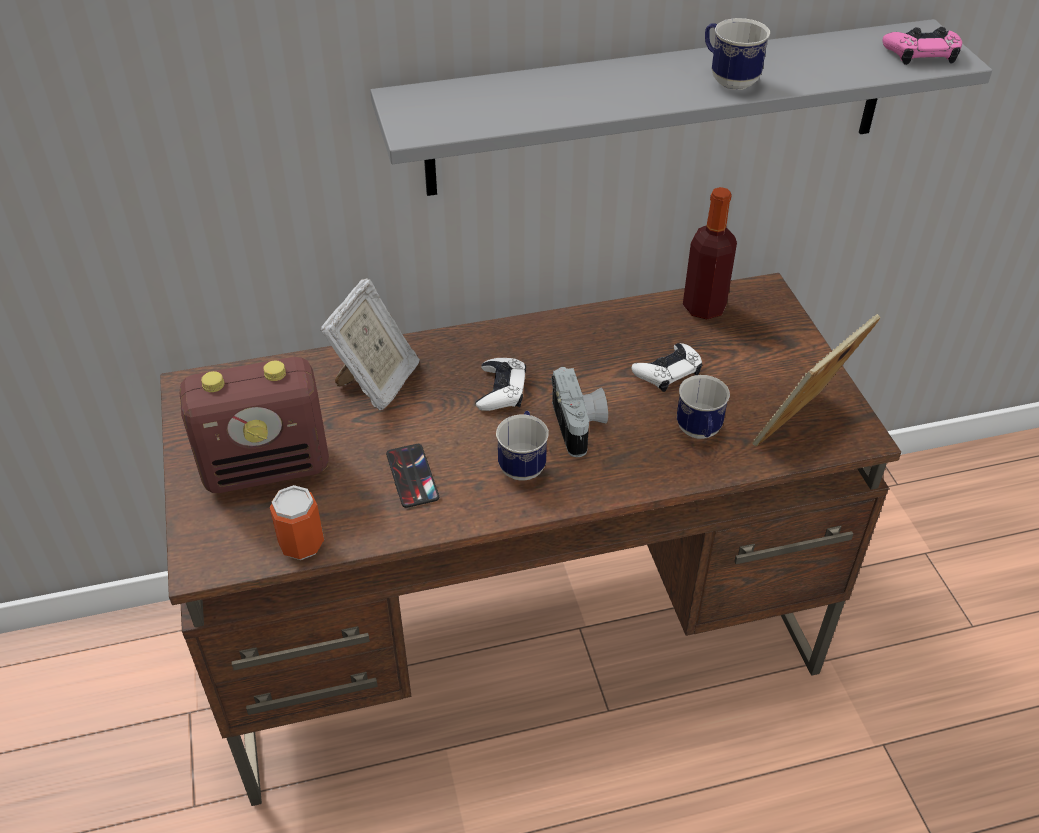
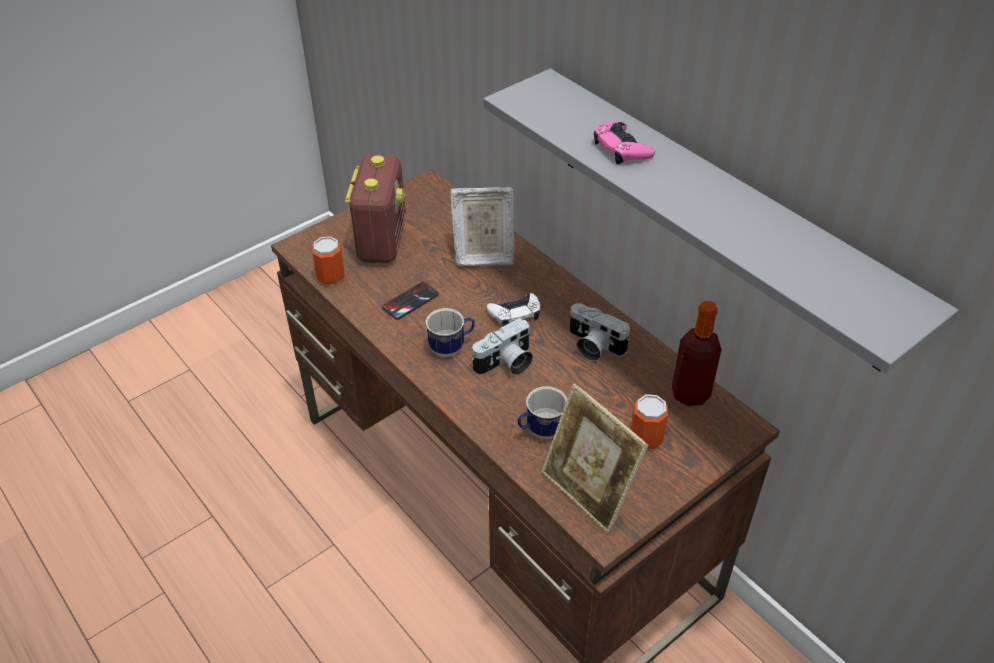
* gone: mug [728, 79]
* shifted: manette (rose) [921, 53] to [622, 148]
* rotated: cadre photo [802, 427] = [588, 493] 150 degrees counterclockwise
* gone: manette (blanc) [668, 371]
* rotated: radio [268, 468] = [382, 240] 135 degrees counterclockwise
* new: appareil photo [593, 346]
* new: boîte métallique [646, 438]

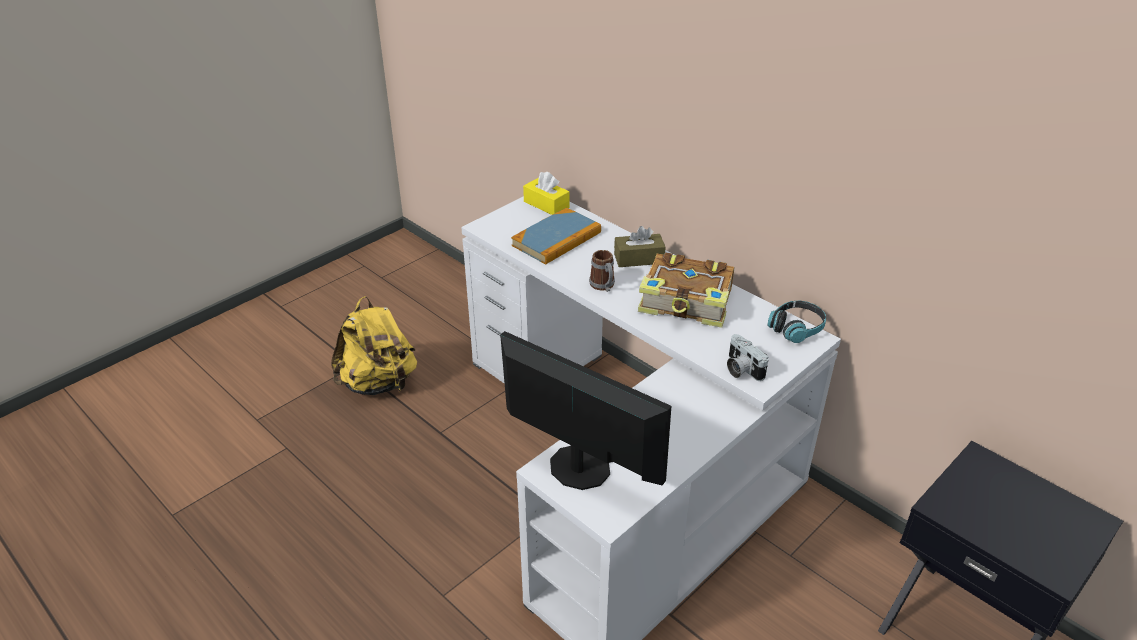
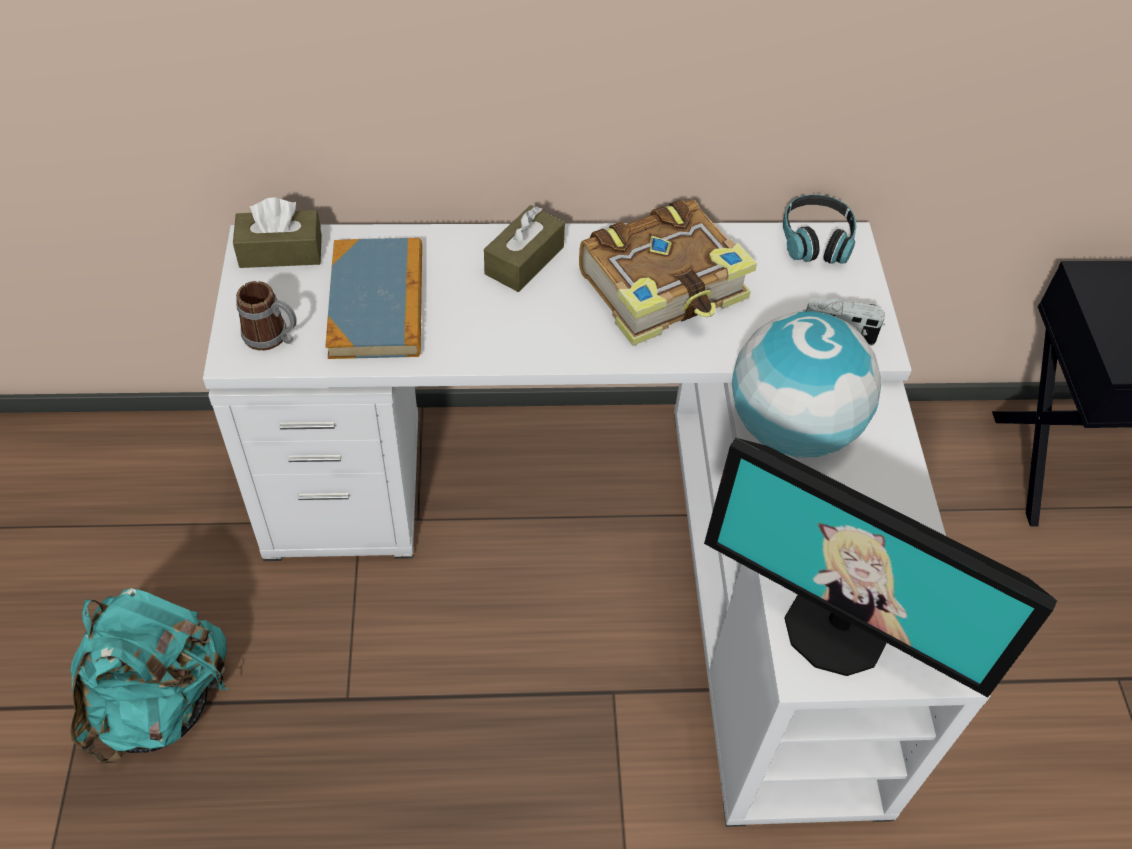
* repainted: boîte à mouchoirs (jaune) [546, 204] to boîte à mouchoirs (marron) [281, 251]
* shifted: mug [603, 286] to [273, 337]
* repainted: sac à dos (jaune) [379, 383] to sac à dos (turquoise) [161, 702]
* rotated: écran d'ordinateur [578, 468] = [836, 629] 135 degrees counterclockwise
* new: globe [792, 428]

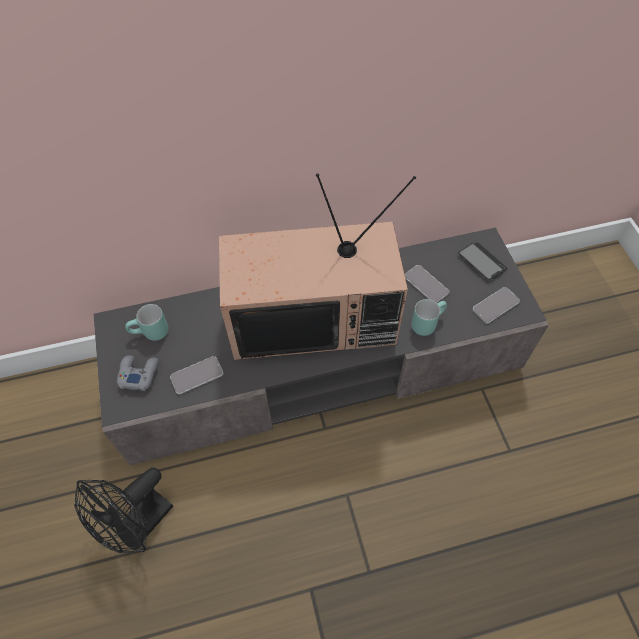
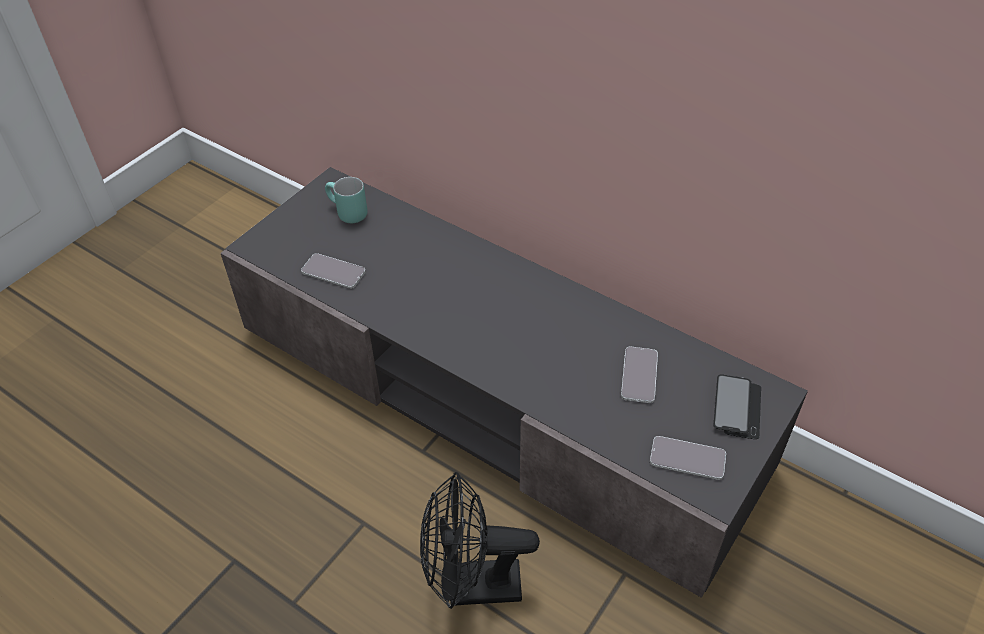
* gone: téléviseur [314, 316]
* gone: mug (turquoise) [426, 322]
* gone: manette (gris) [138, 374]
* shifted: ventilateur (noir) [139, 526] to [472, 587]

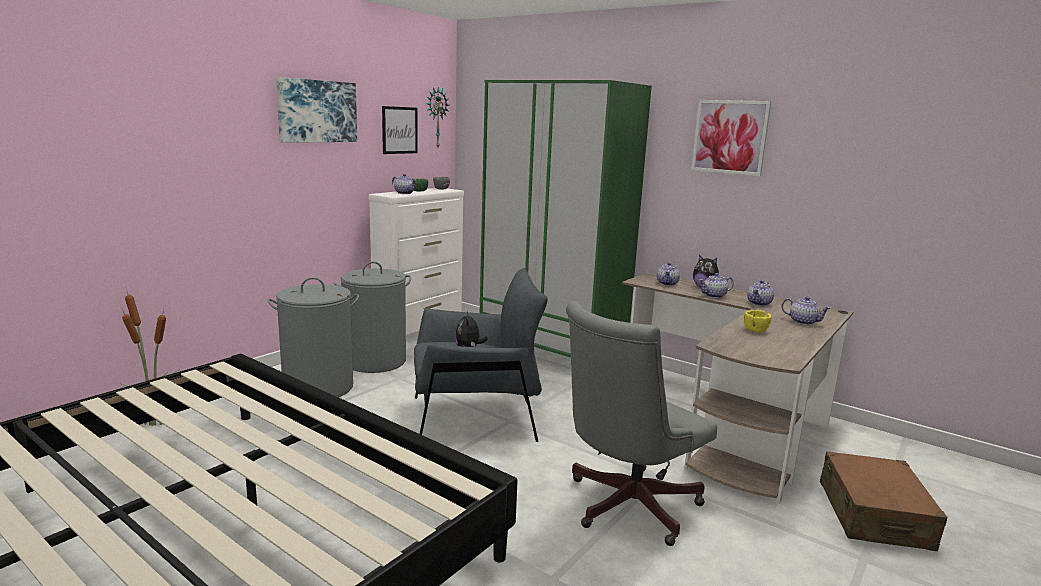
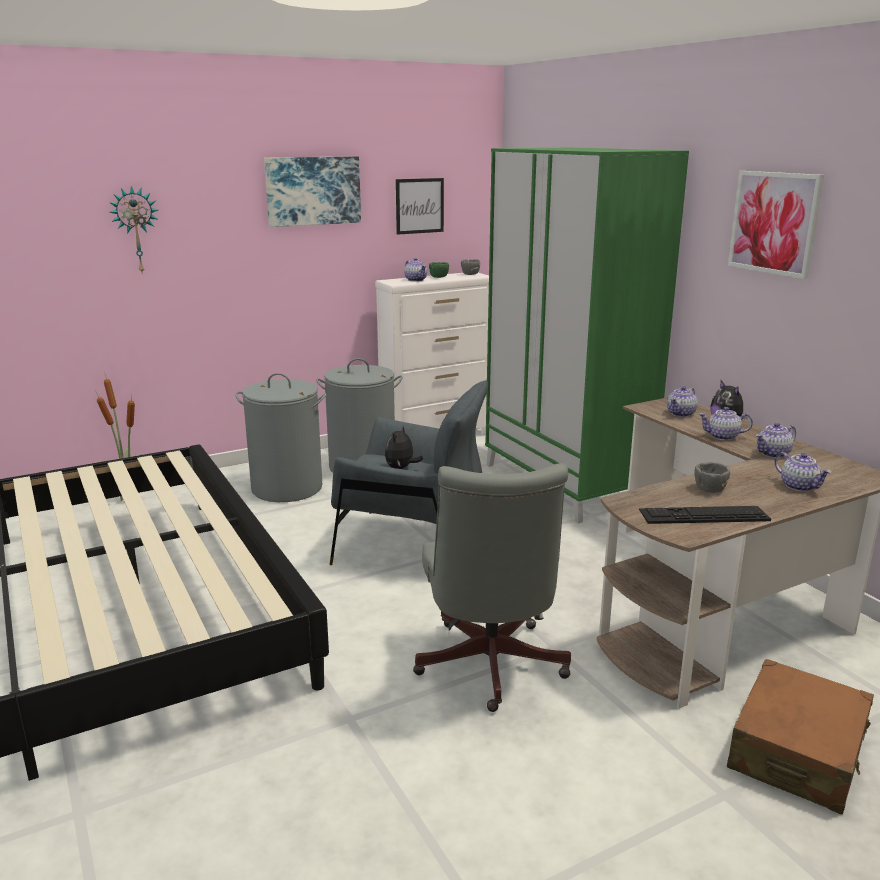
* shifted: horloge murale [436, 118] to [136, 230]
* rotated: chaise de bureau (gris) [625, 507] = [489, 669] 75 degrees counterclockwise
* repainted: bol (jaune) [755, 330] to bol (gris) [709, 489]
* new: clavier [703, 515]

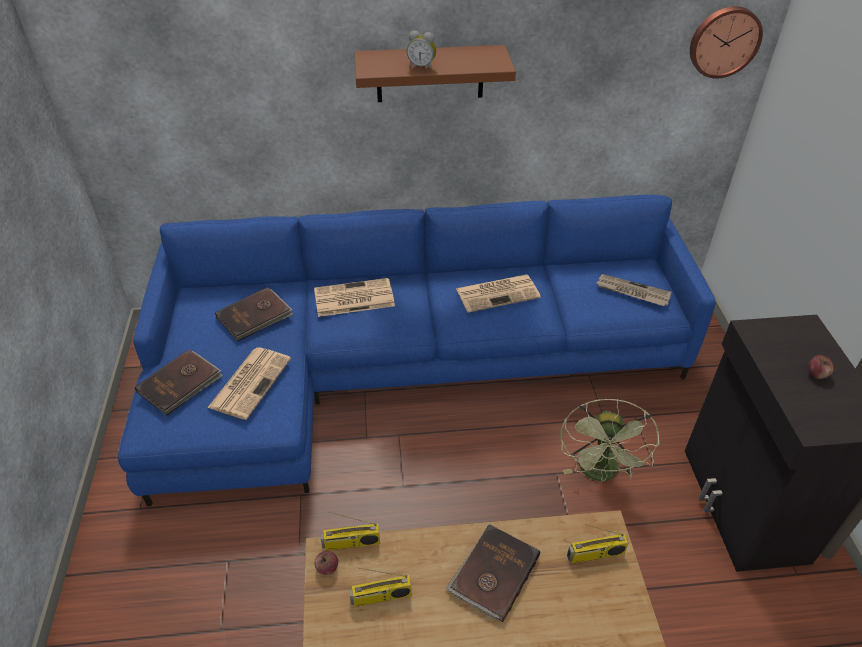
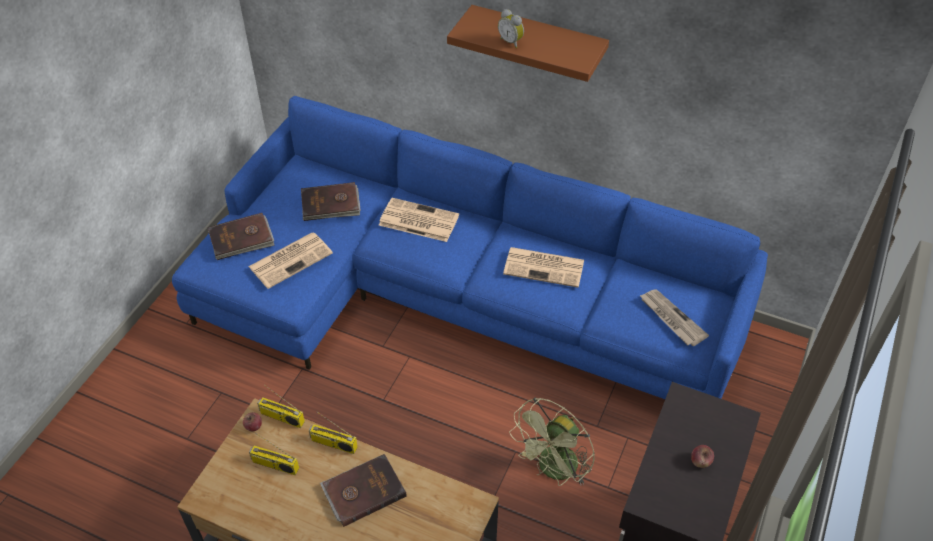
* gone: horloge murale [724, 41]
* shifted: radio [595, 555] to [333, 444]

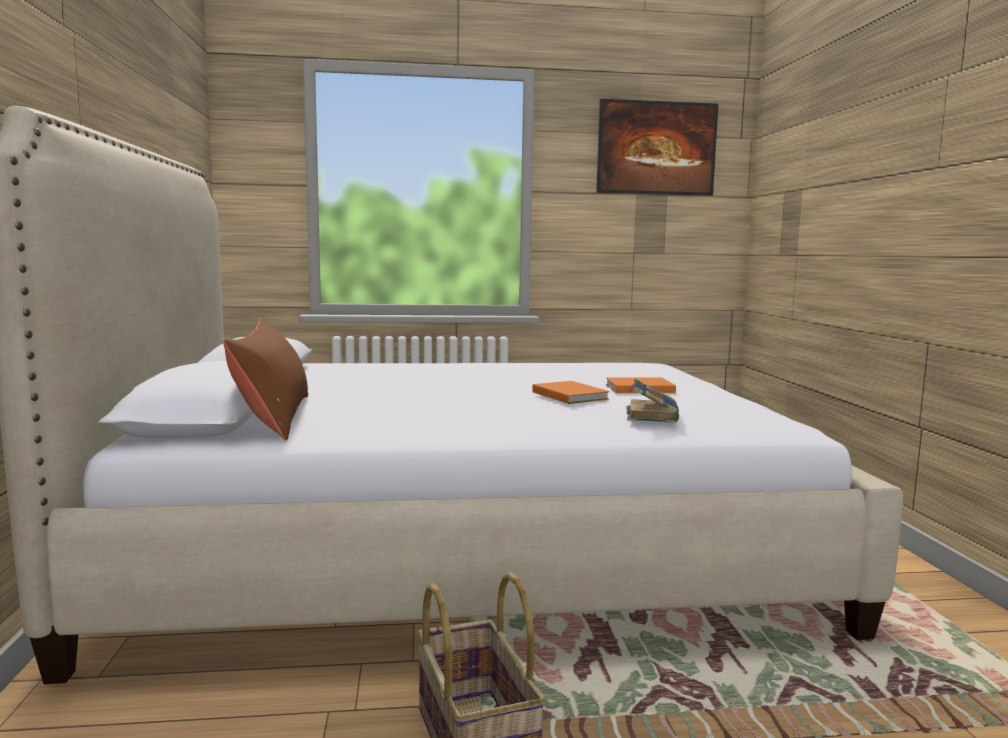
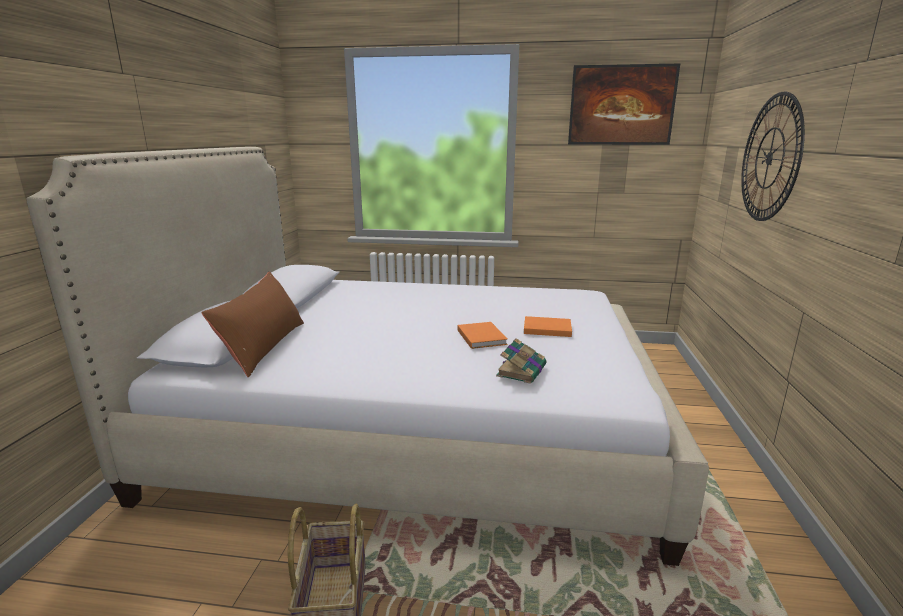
* new: horloge murale [770, 158]

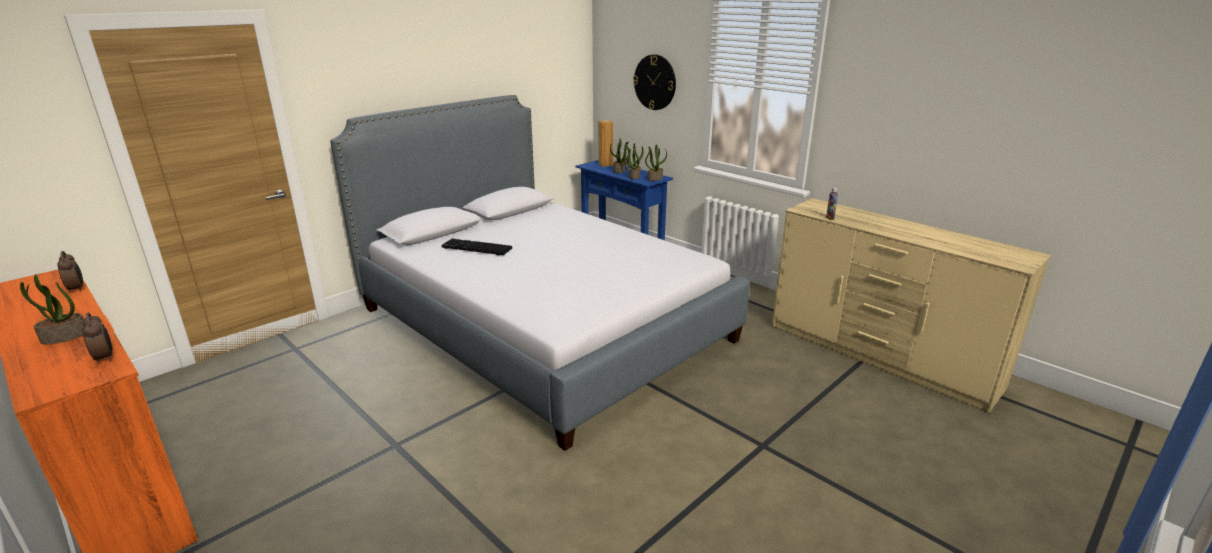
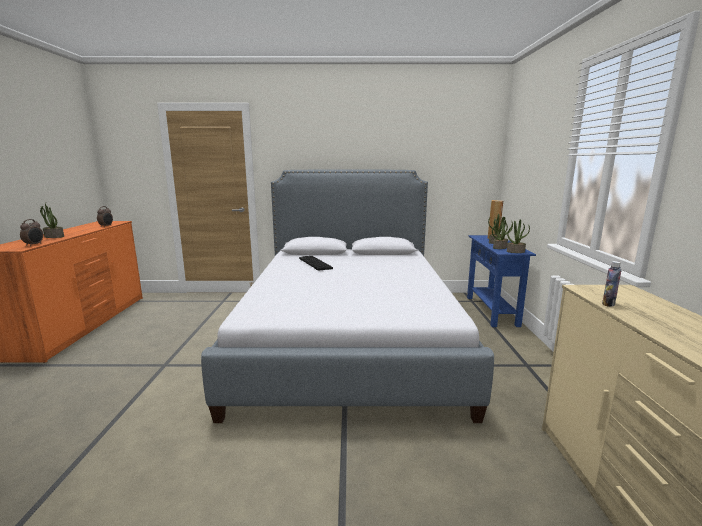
* gone: horloge murale [655, 82]

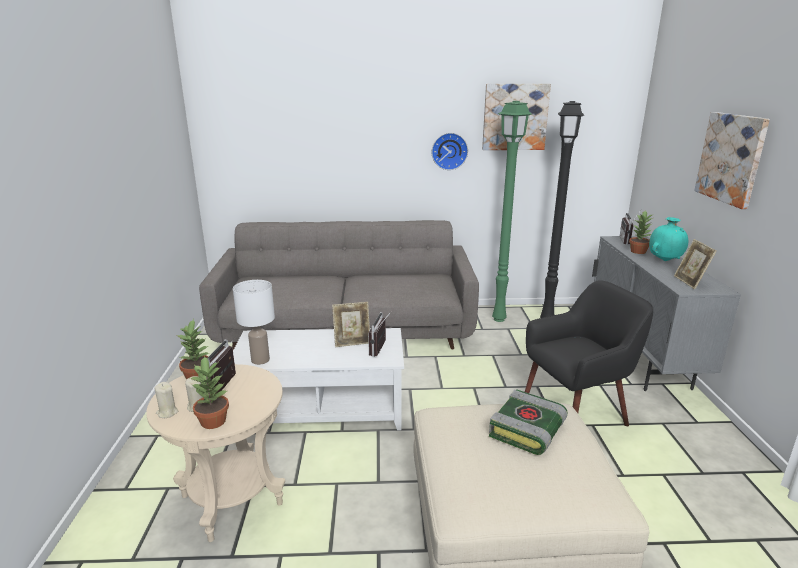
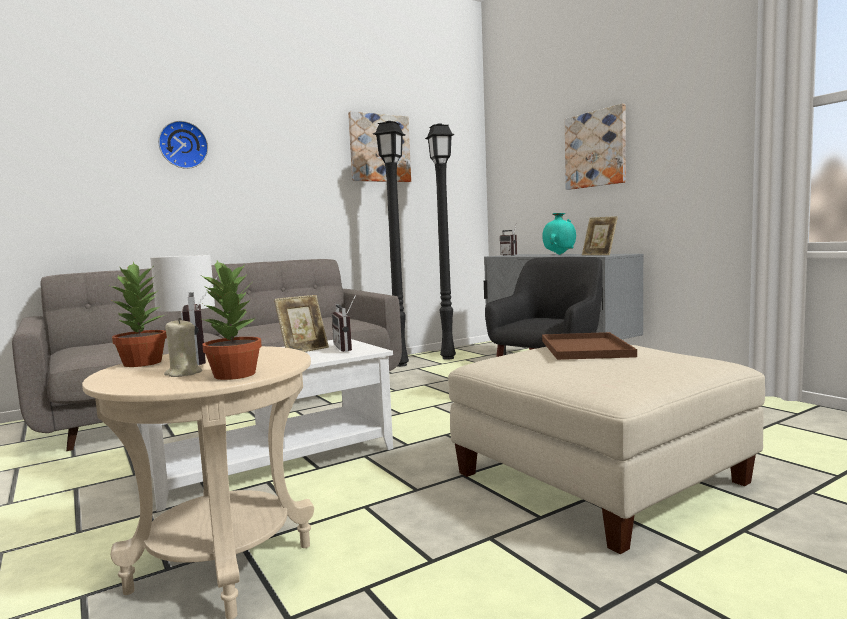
* repainted: lampadaire (vert) [497, 319] to lampadaire (noir) [399, 365]
* shifted: horloge murale [449, 151] to [183, 145]
* gone: plante en pot [638, 251]
* gone: bougie (beige) [167, 412]
* swapped: livre [528, 430] to plateau (marron) [587, 348]

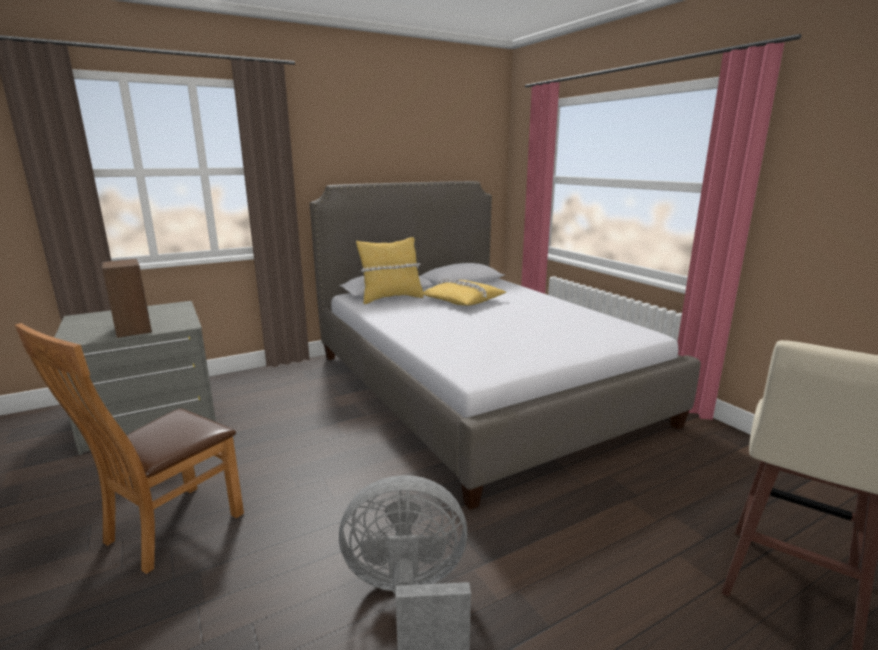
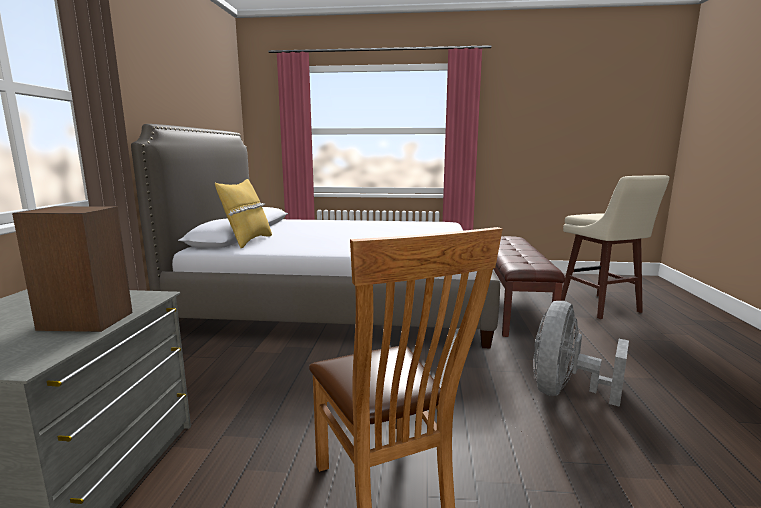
* gone: coussin (jaune) [462, 301]
* new: banc (marron) [511, 307]

